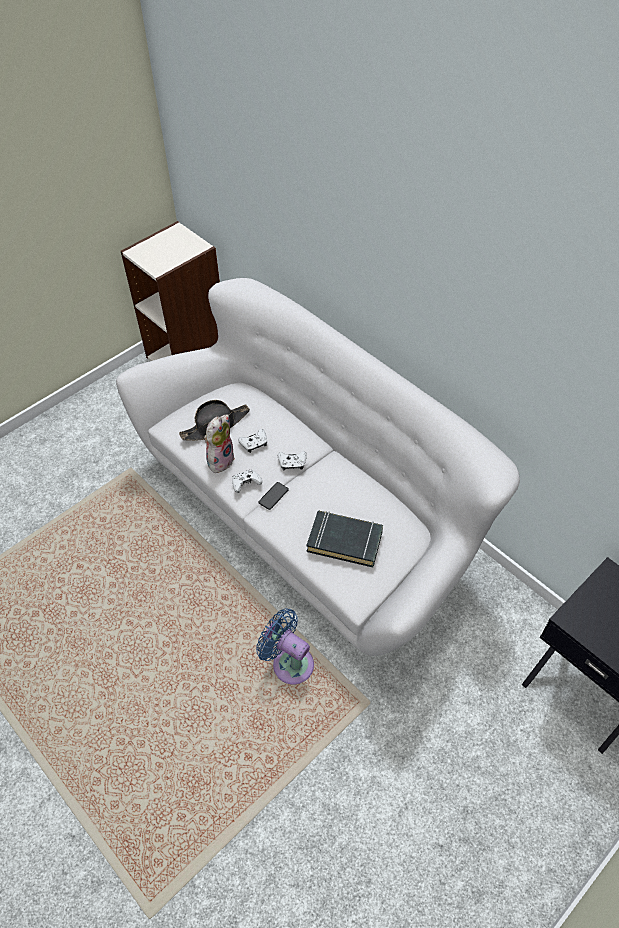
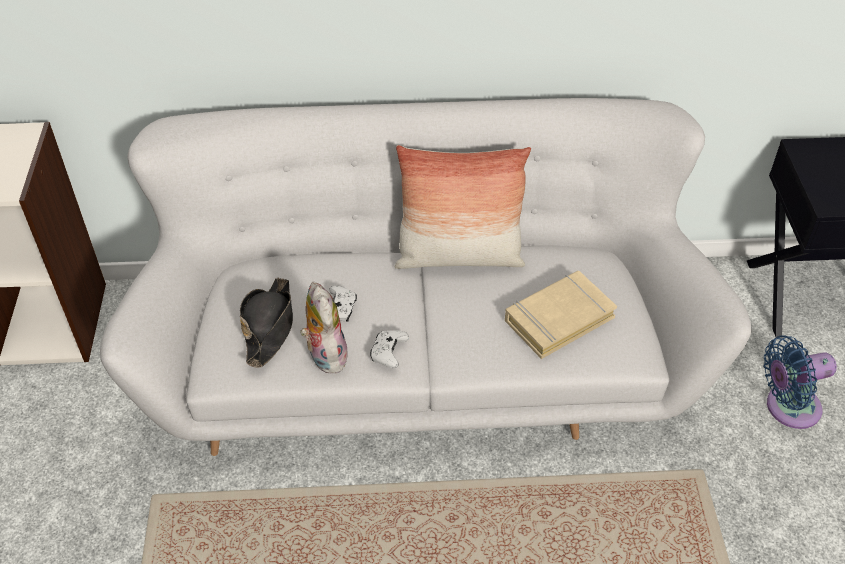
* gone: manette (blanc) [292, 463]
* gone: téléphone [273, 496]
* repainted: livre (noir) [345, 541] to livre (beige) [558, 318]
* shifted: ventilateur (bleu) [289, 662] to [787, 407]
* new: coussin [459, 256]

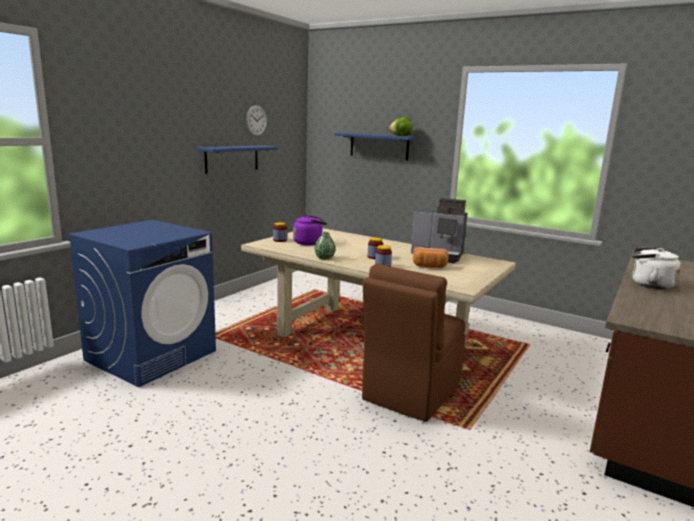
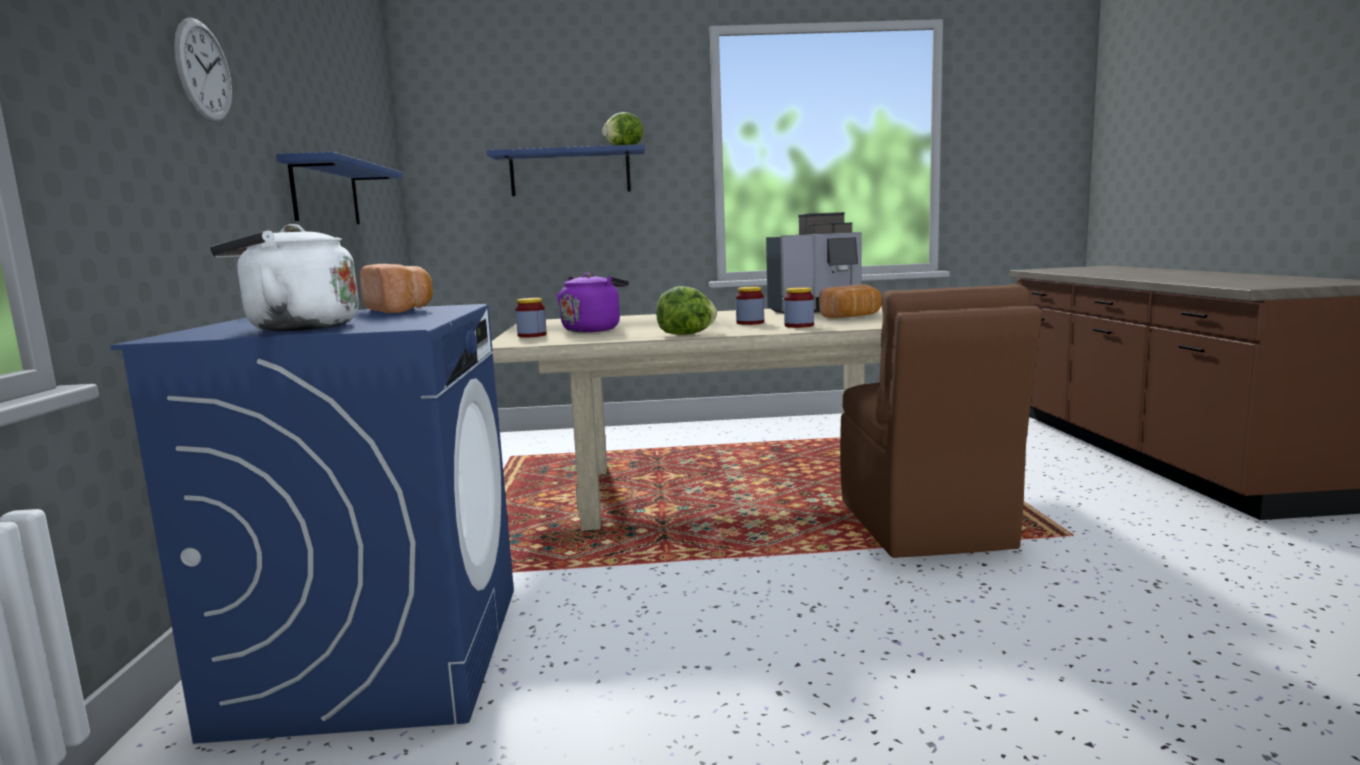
* shifted: horloge murale [256, 120] to [203, 71]
* swapped: vase (vert) [324, 258] to laitue [687, 334]
* shifted: bouilloire (blanc) [649, 284] to [296, 328]
* new: pain [400, 310]

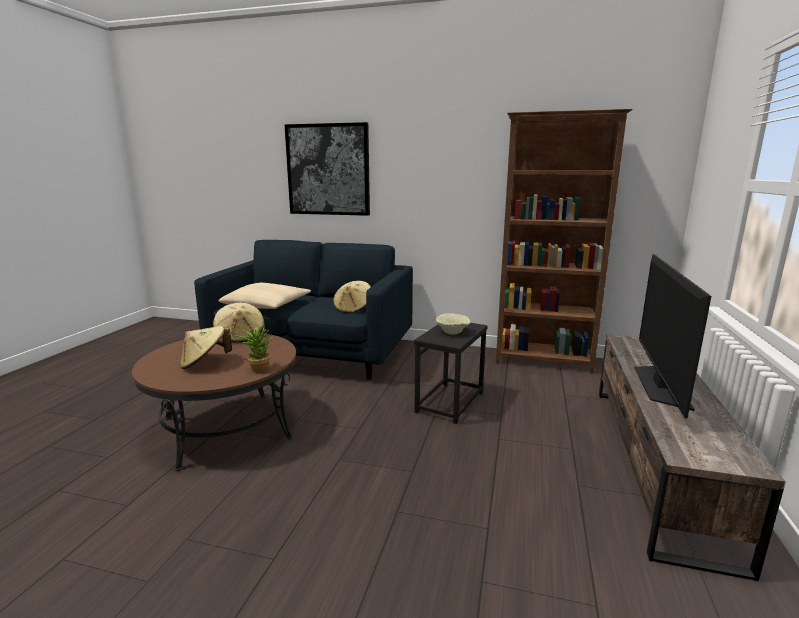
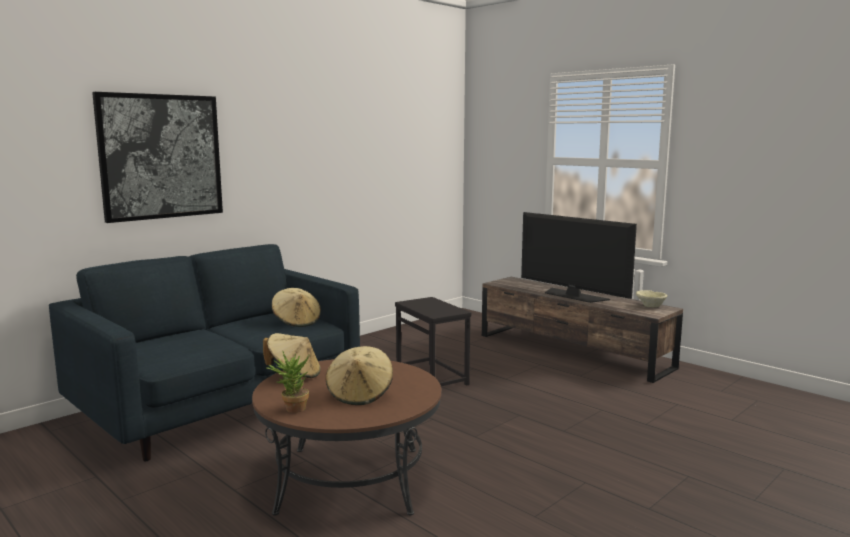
* gone: bibliothèque (marron) [543, 361]
* gone: coussin (beige) [267, 305]
* shifted: bol (beige) [453, 332] to [650, 306]
* shifted: plante en pot [257, 368] to [291, 409]

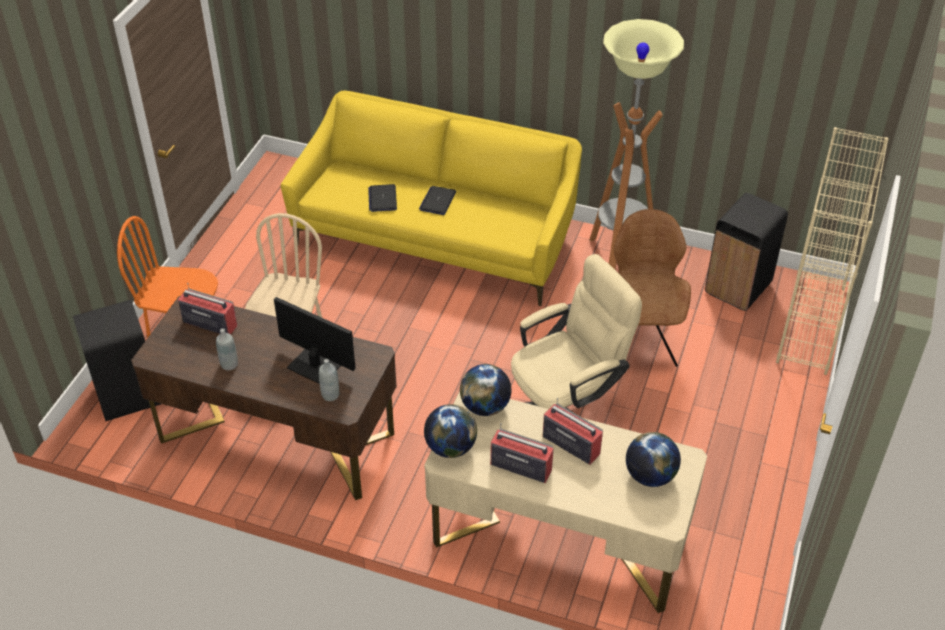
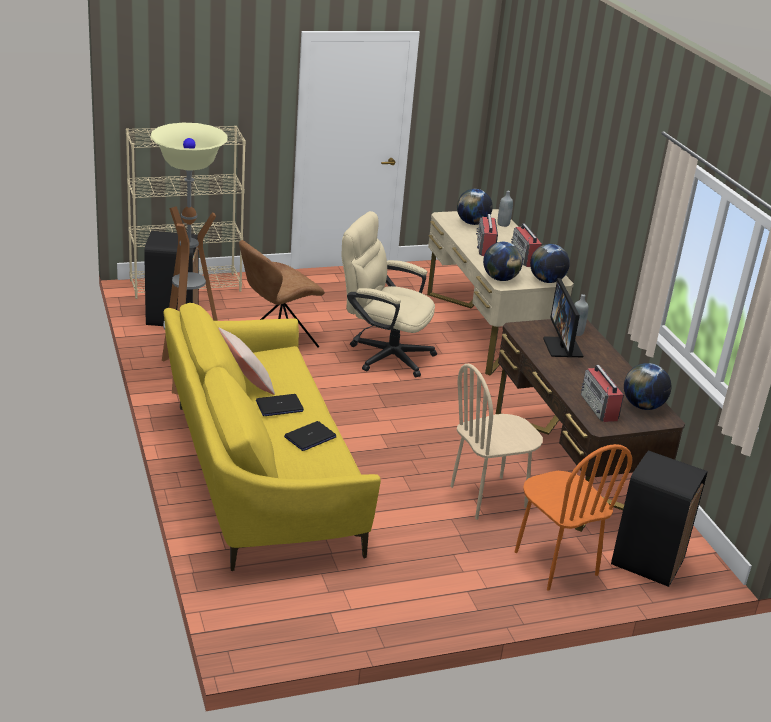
* shifted: bouteille (gris) [229, 364] to [503, 224]
* new: coussin (beige) [245, 382]
* new: globe [642, 406]

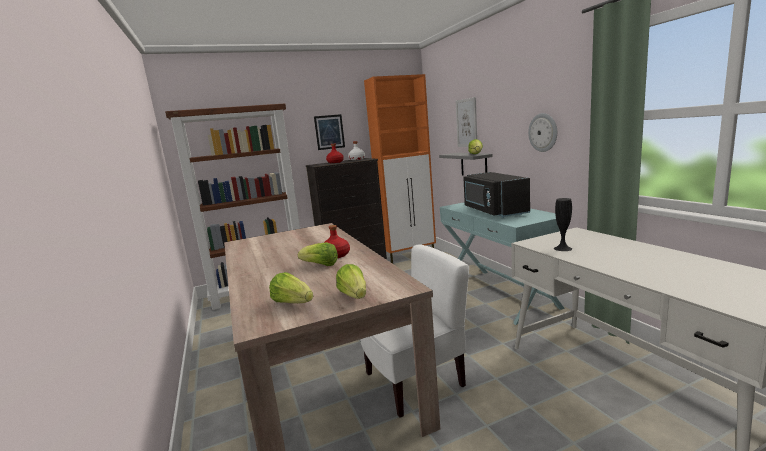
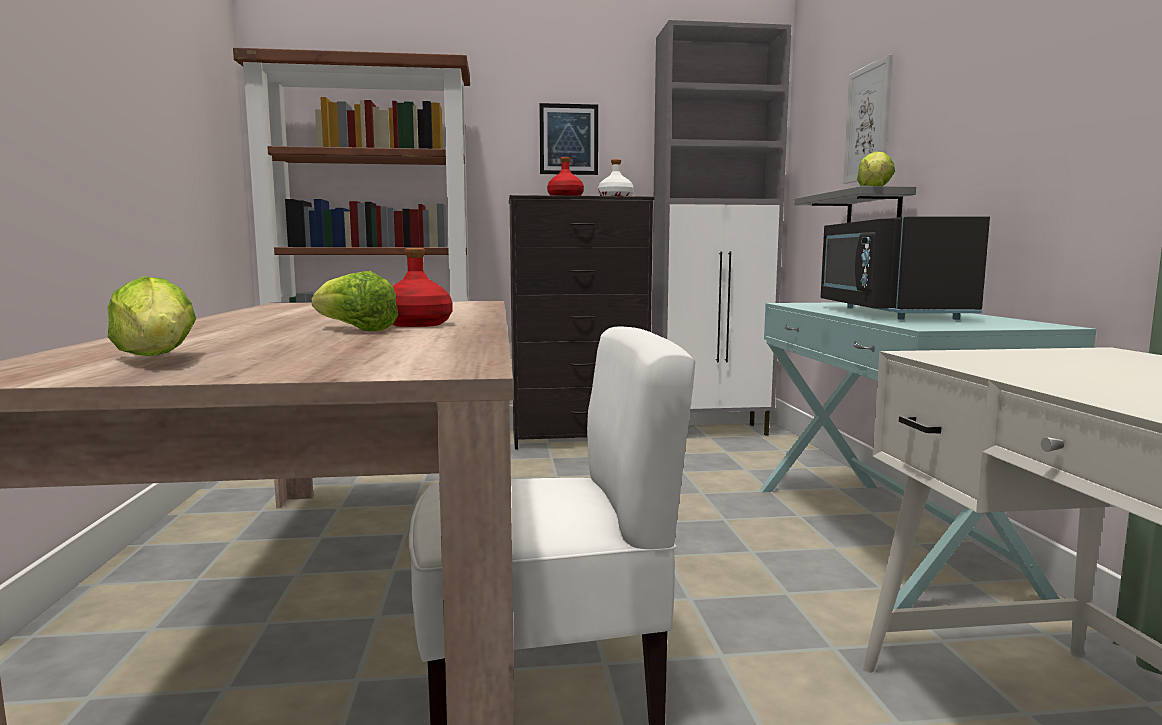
* repainted: meuble de rangement (orange) [409, 256] to meuble de rangement (gris) [711, 431]
* gone: horloge murale [543, 132]
* gone: vase (noir) [562, 248]
* gone: laitue [354, 295]

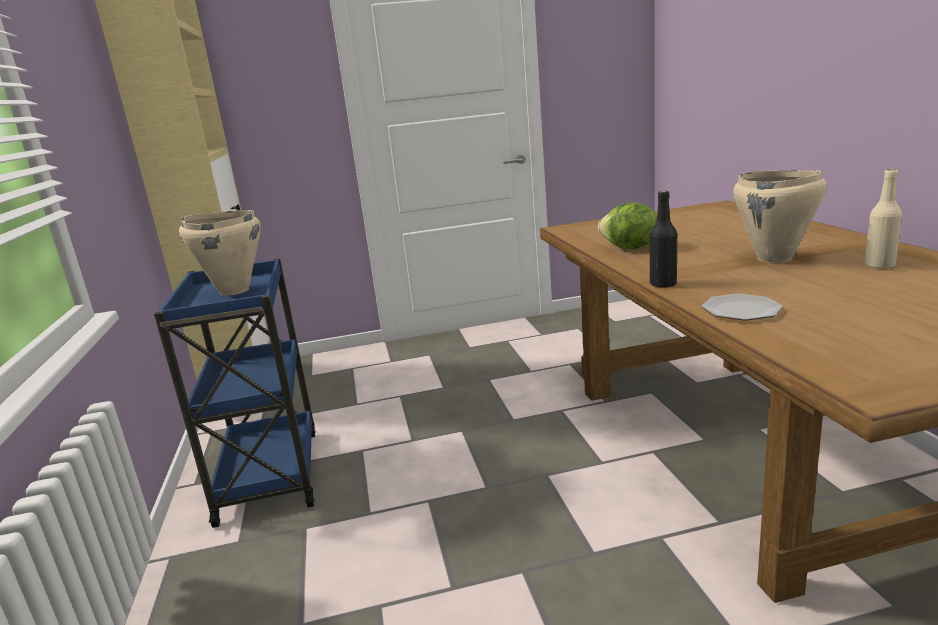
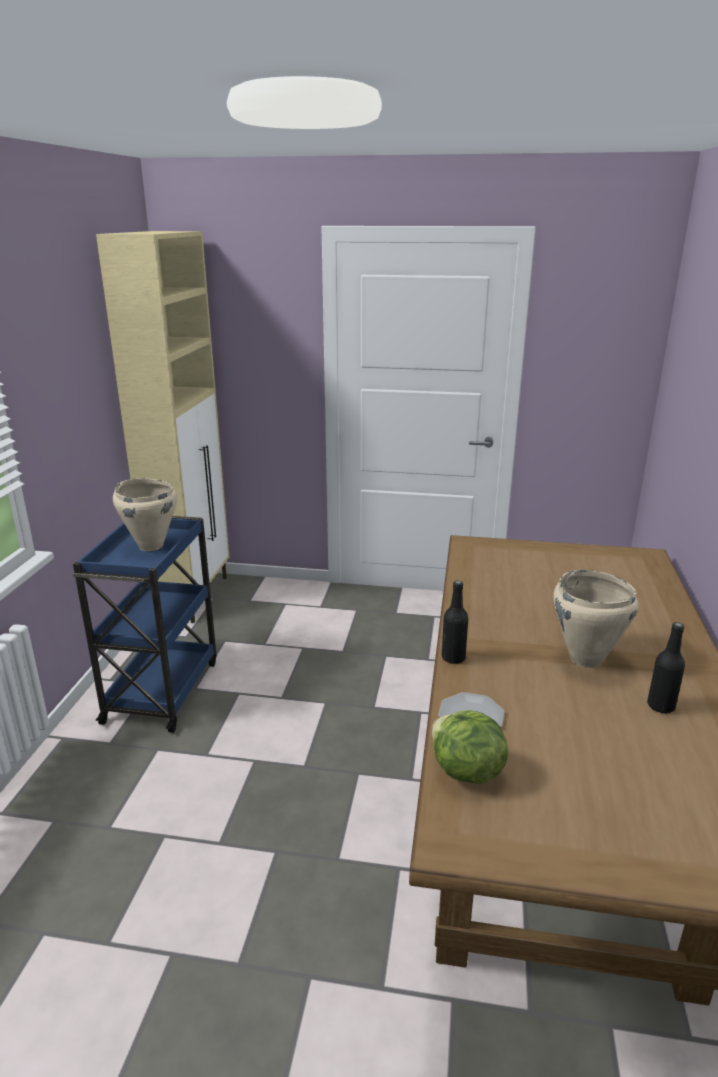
* repainted: bouteille (beige) [879, 266] to bouteille (noir) [660, 706]
* shifted: laitue [629, 248] to [465, 771]

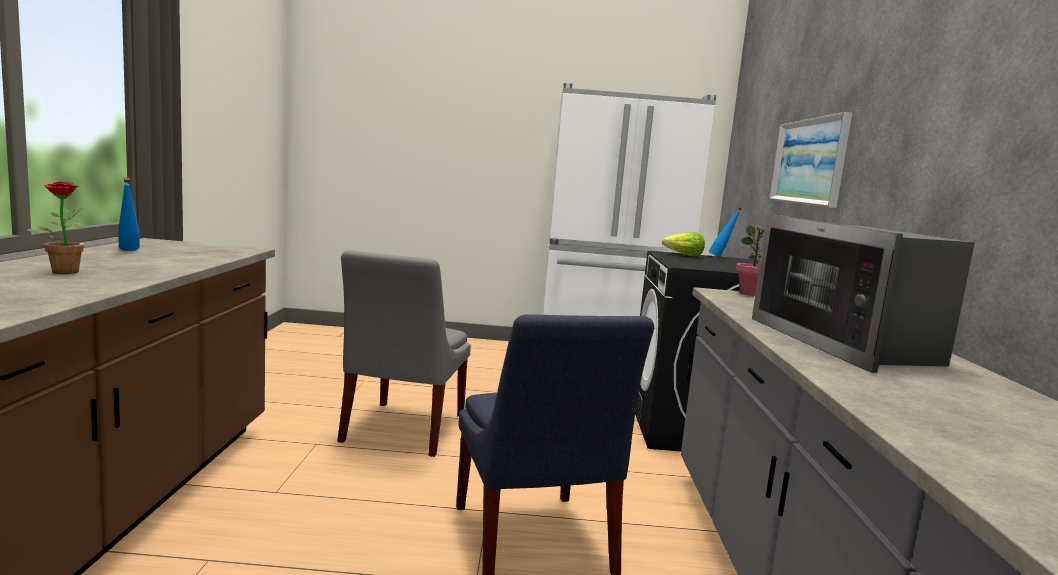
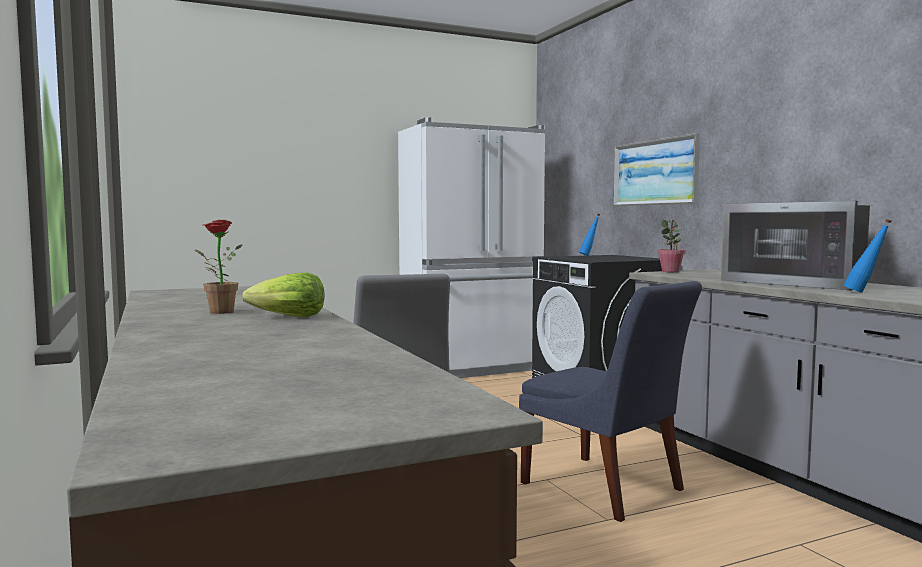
* shifted: bouteille (bleu) [129, 251] to [865, 292]
* shifted: laitue [683, 255] to [288, 317]

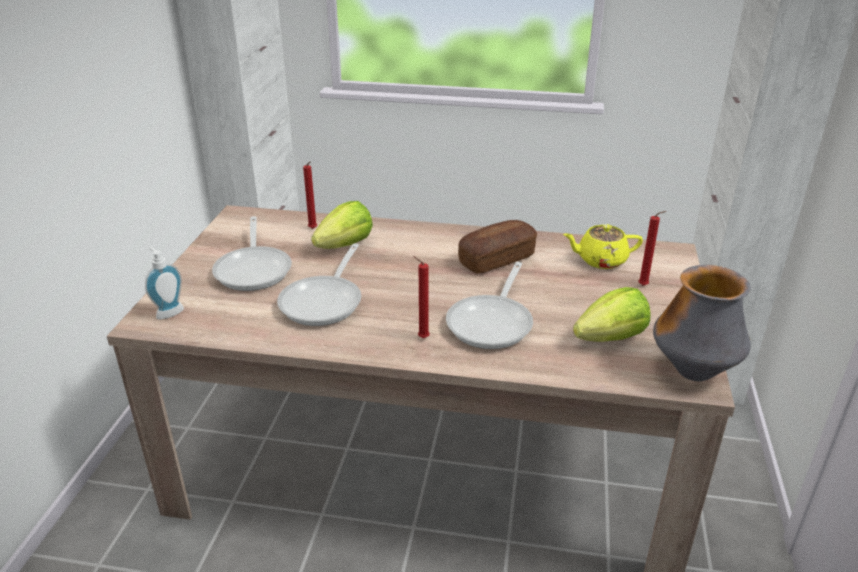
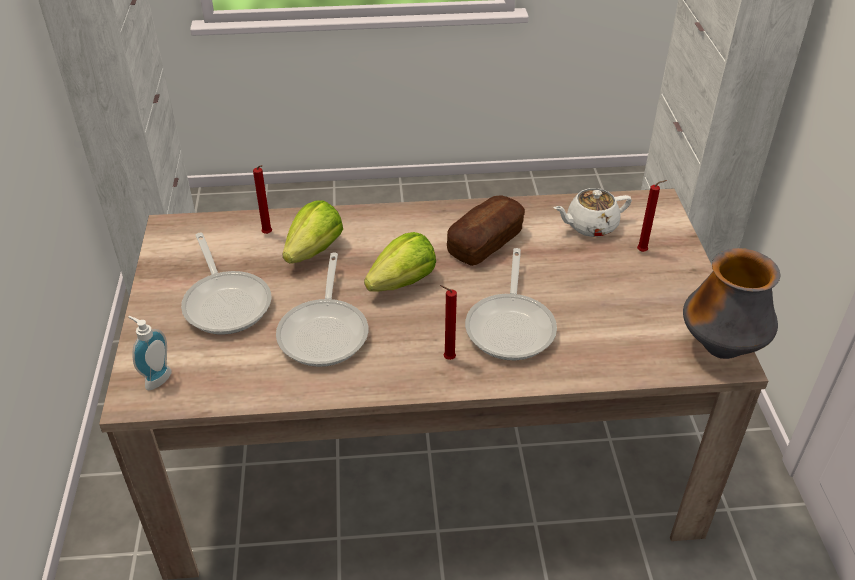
* repainted: théière (jaune) [600, 260] to théière (blanc) [590, 226]
* shifted: laitue [611, 338] to [403, 282]

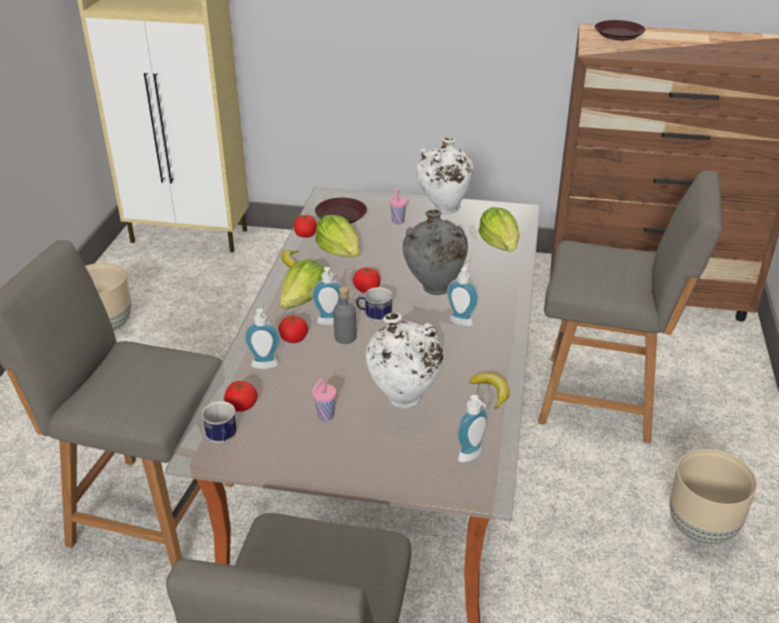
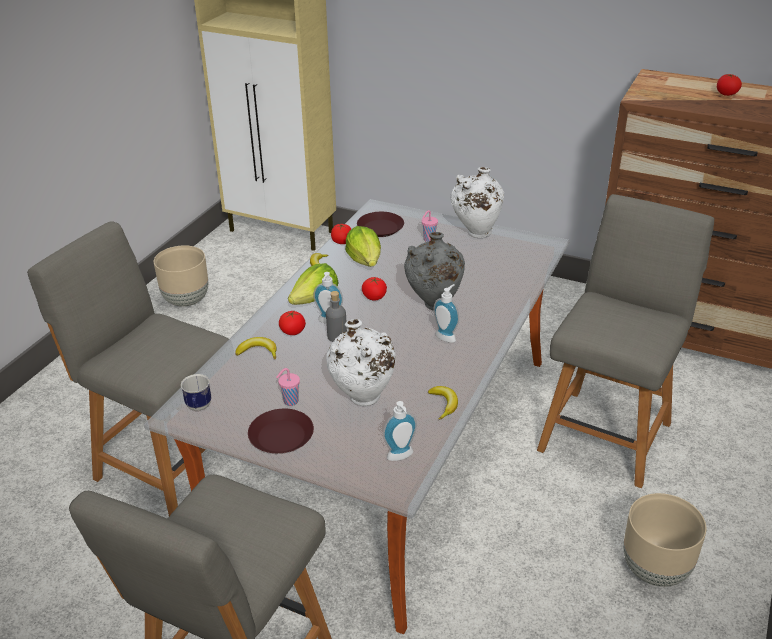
* shifted: assiette (marron) [618, 34] to [281, 436]
* rotated: chaise (gris) [604, 399] = [607, 433] 90 degrees counterclockwise
* gone: laitue [500, 245]
* gone: mug [374, 318]
* swapped: distributeur de savon [264, 367] to banane [258, 352]
* shifted: tomate [242, 406] to [726, 94]

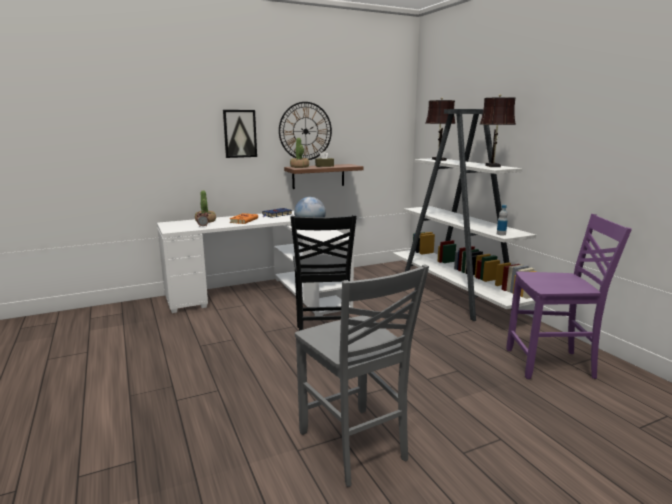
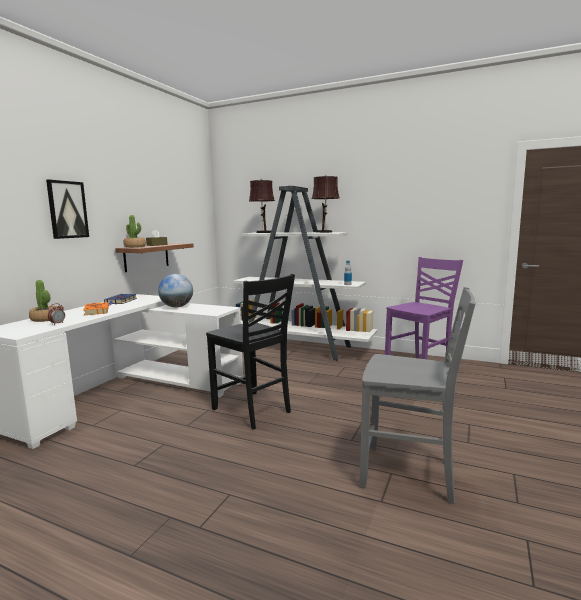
* gone: horloge murale [305, 131]

